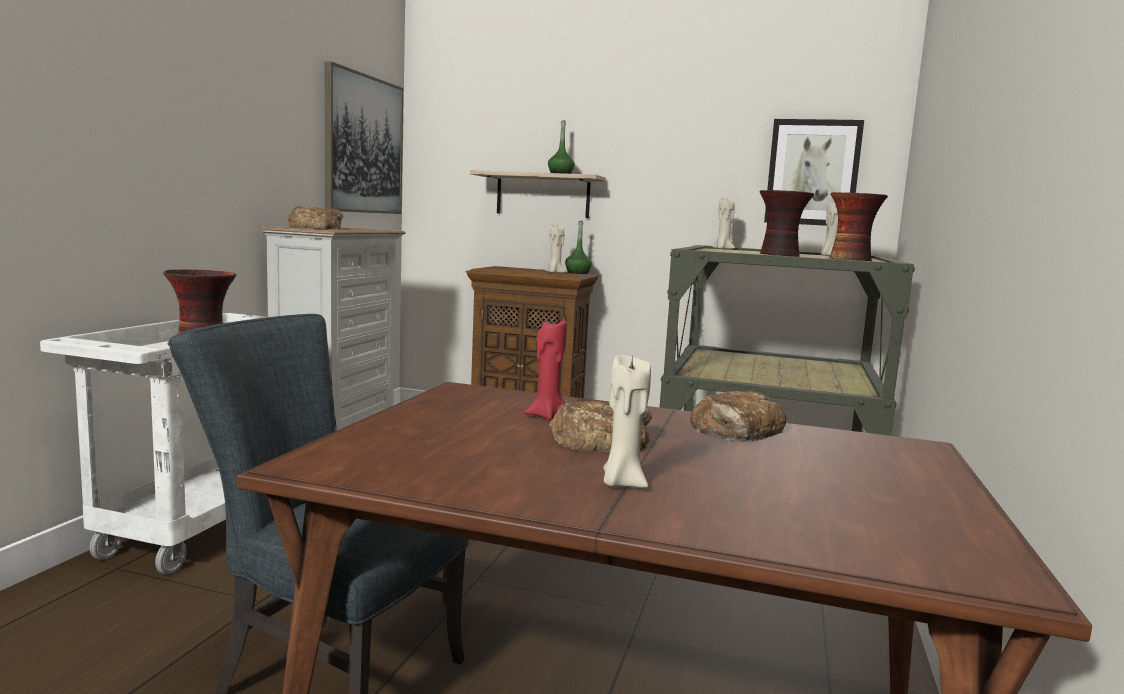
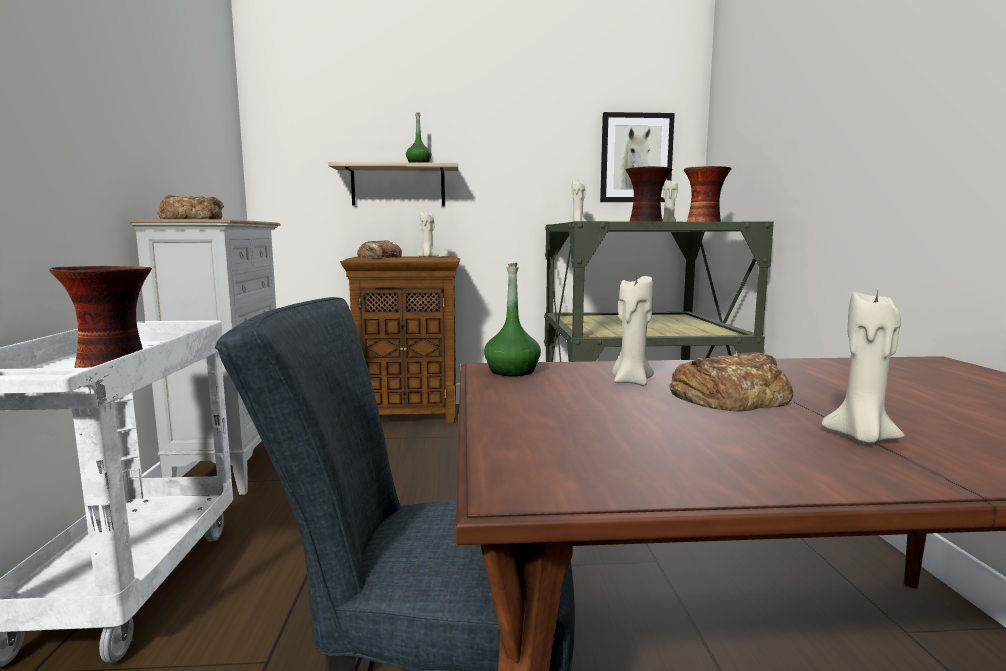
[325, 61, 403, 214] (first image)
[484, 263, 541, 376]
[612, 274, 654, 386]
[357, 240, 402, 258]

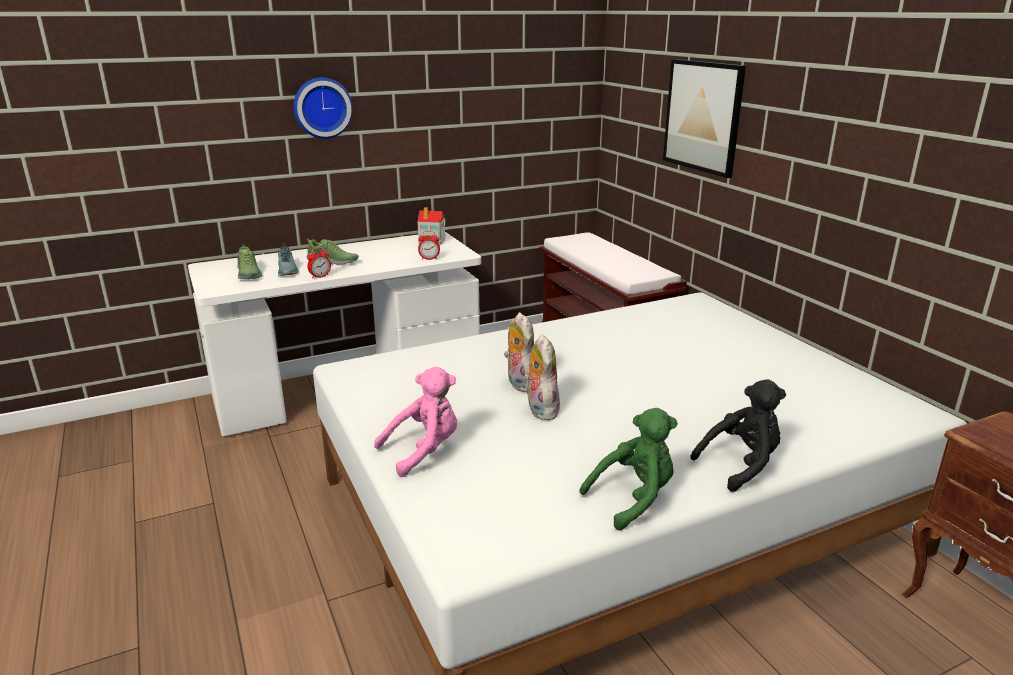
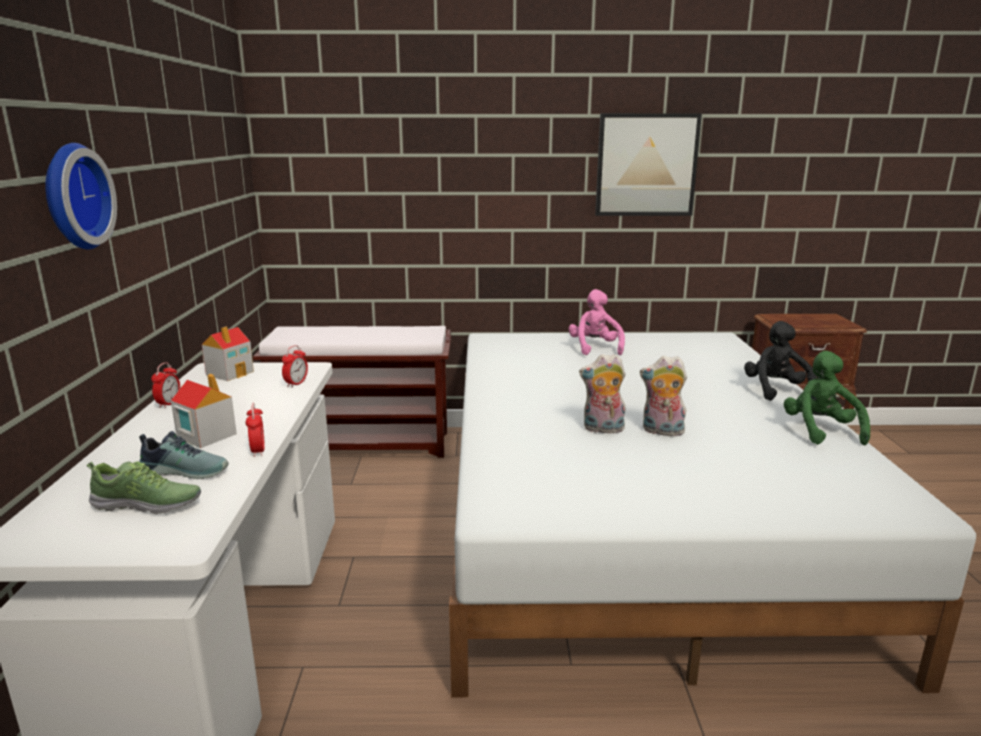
[595, 113, 702, 216]
[171, 374, 237, 448]
[569, 289, 625, 355]
[151, 362, 180, 408]

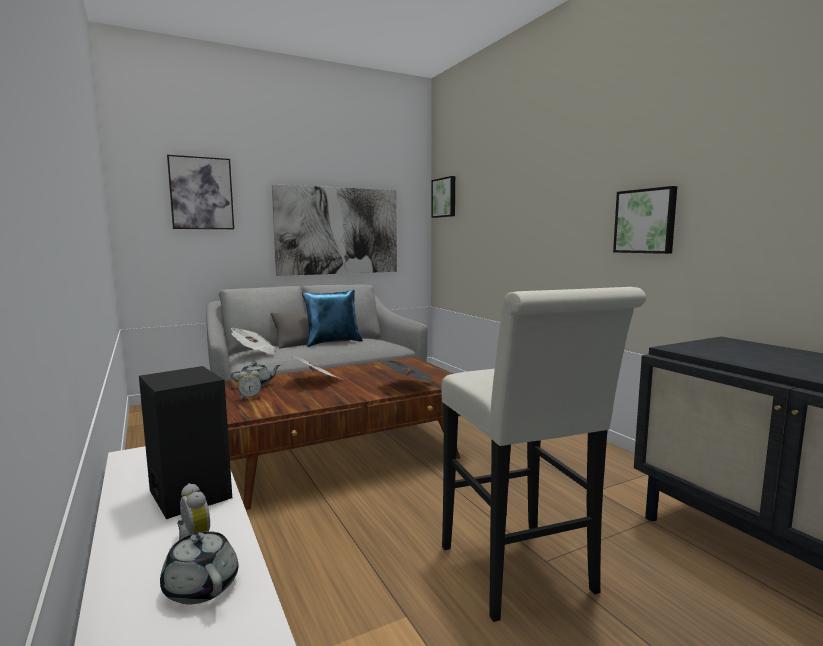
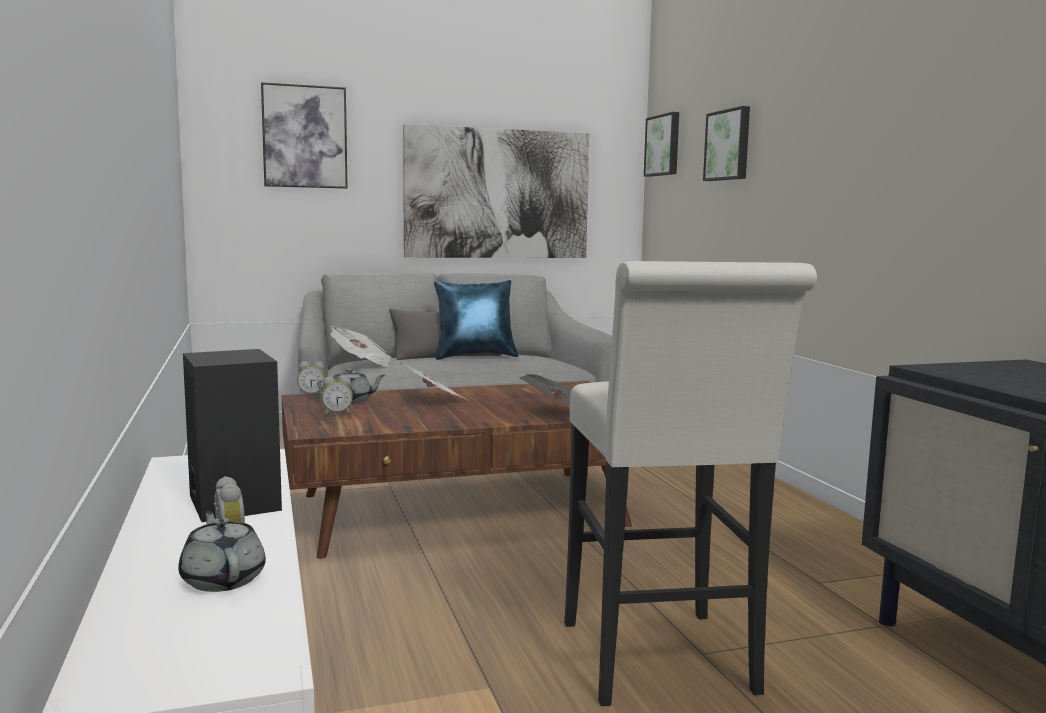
[703, 106, 750, 181]
[297, 361, 326, 397]

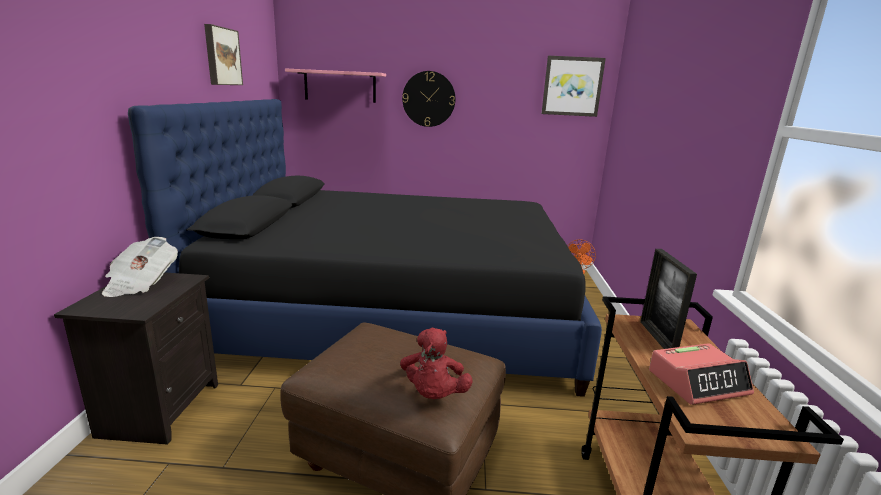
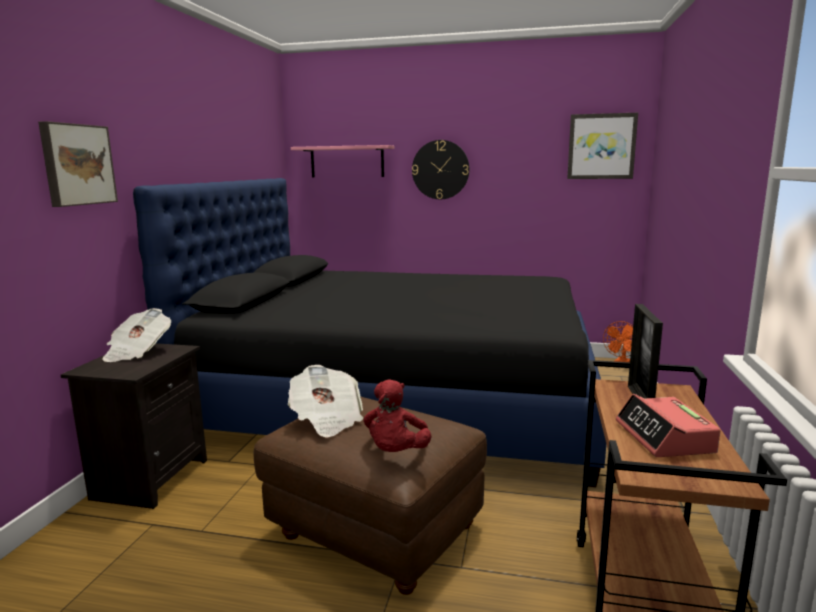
[38, 121, 118, 207]
[616, 394, 721, 457]
[287, 365, 363, 438]

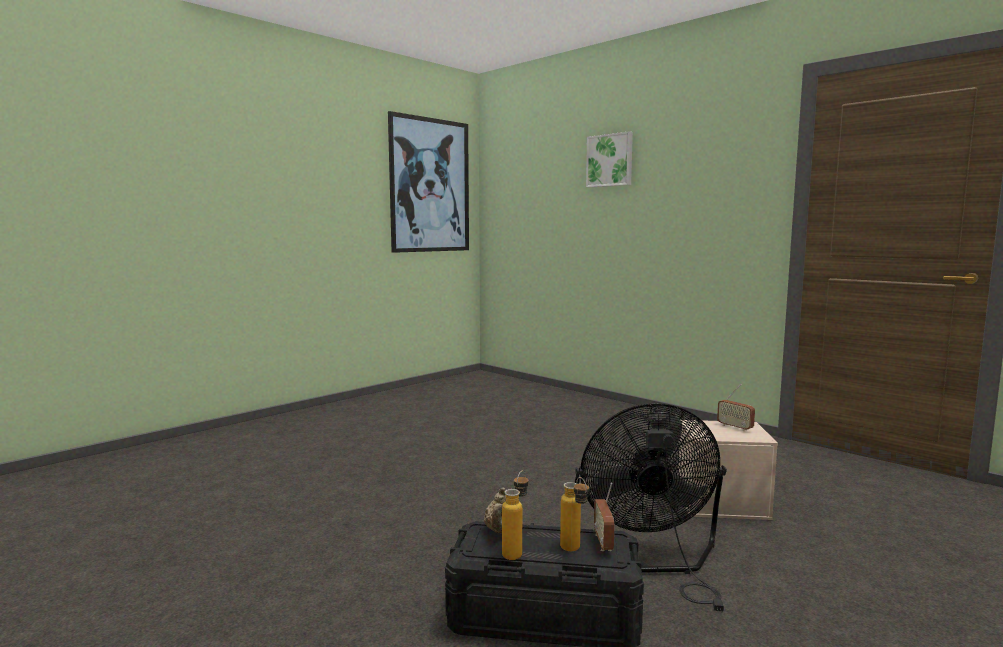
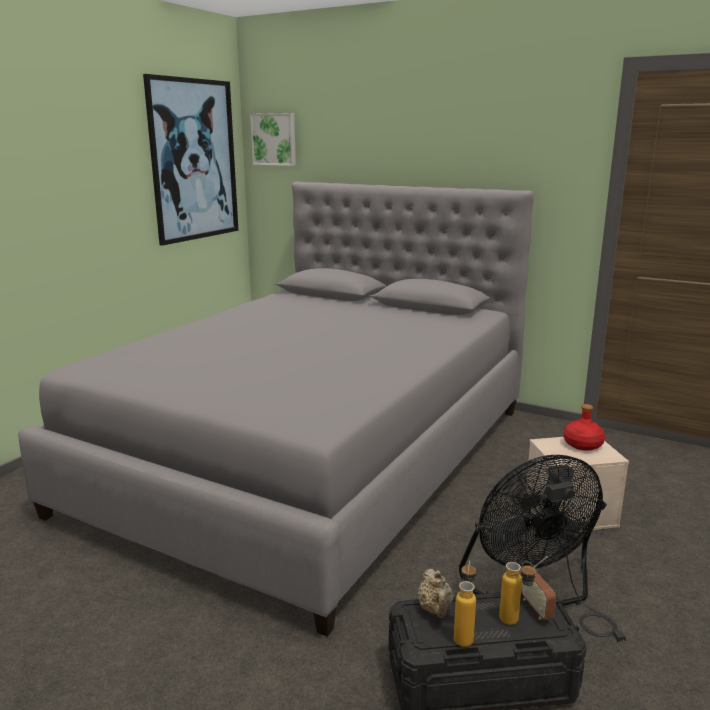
[250, 113, 296, 166]
[563, 404, 605, 451]
[18, 182, 534, 637]

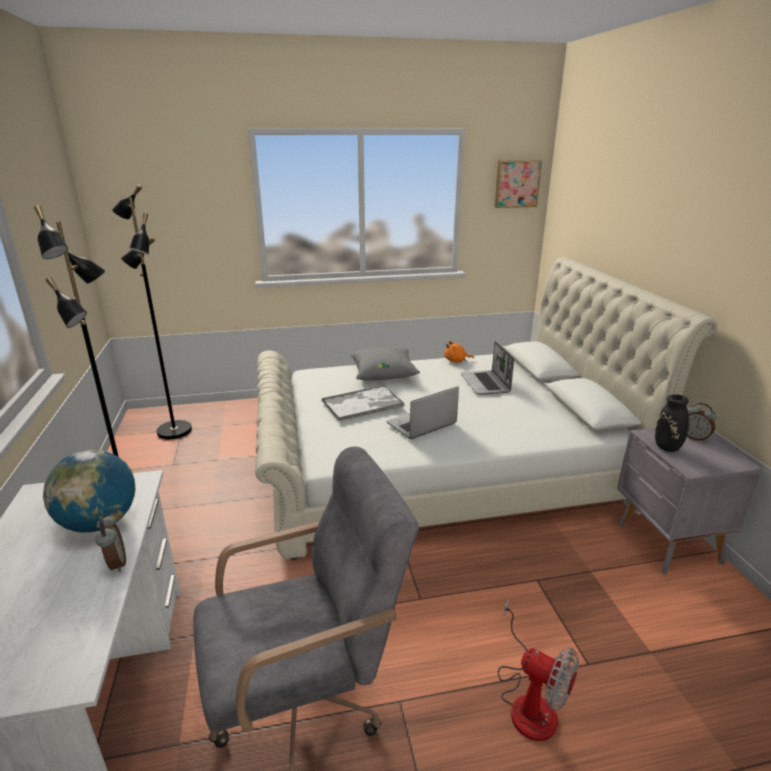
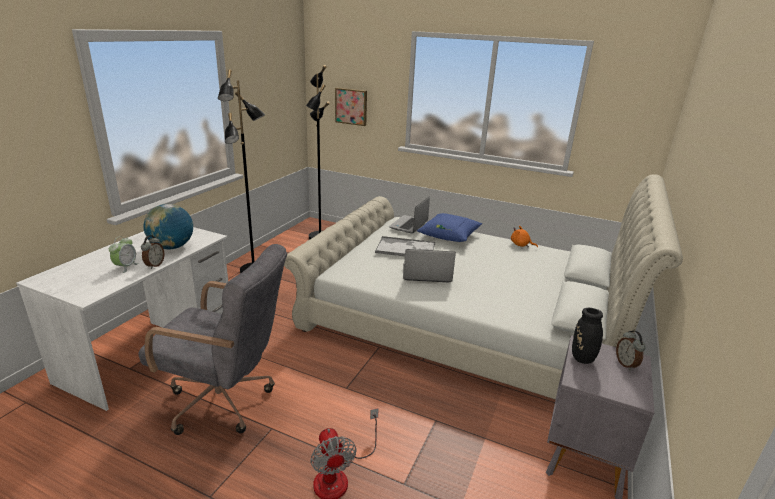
[335, 88, 367, 126]
[389, 196, 430, 234]
[417, 213, 482, 242]
[109, 236, 139, 273]

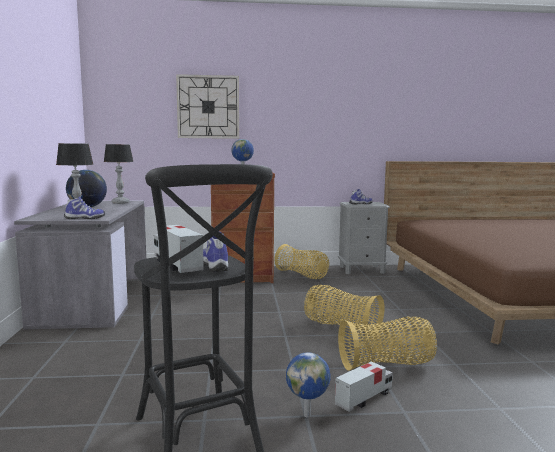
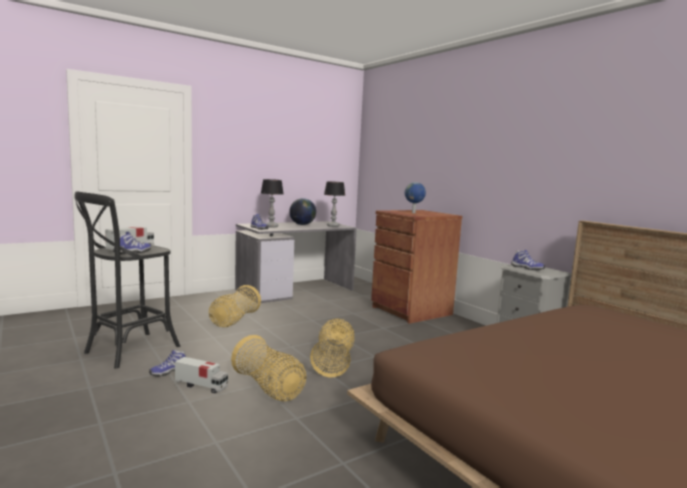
[176, 74, 239, 139] (first image)
[209, 285, 261, 327]
[149, 350, 186, 377]

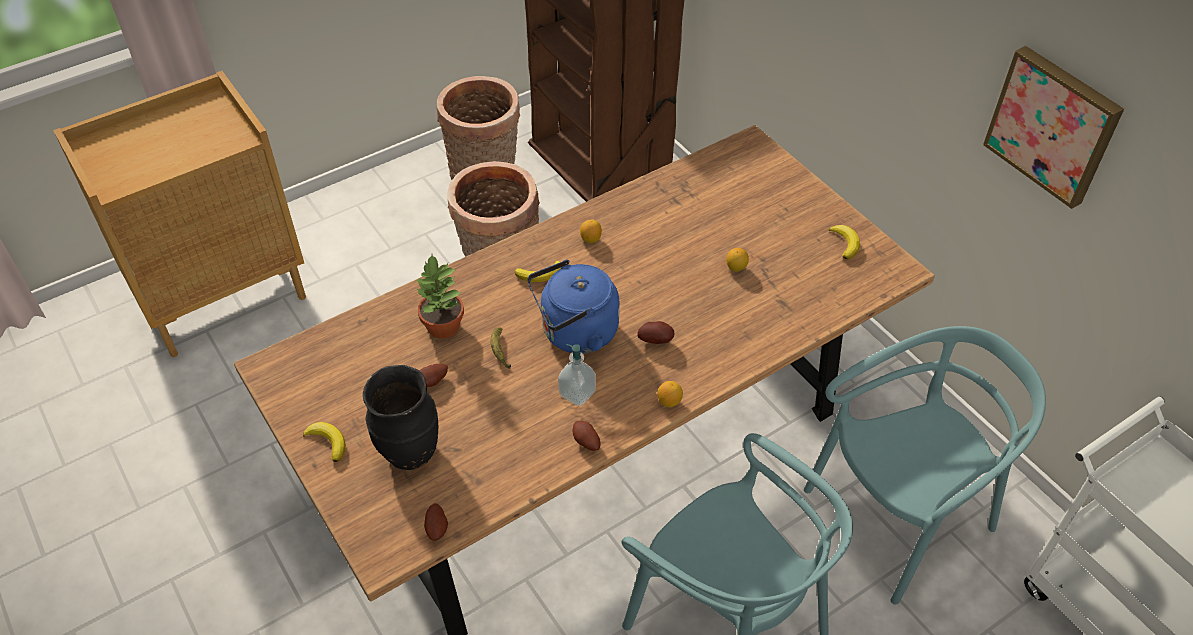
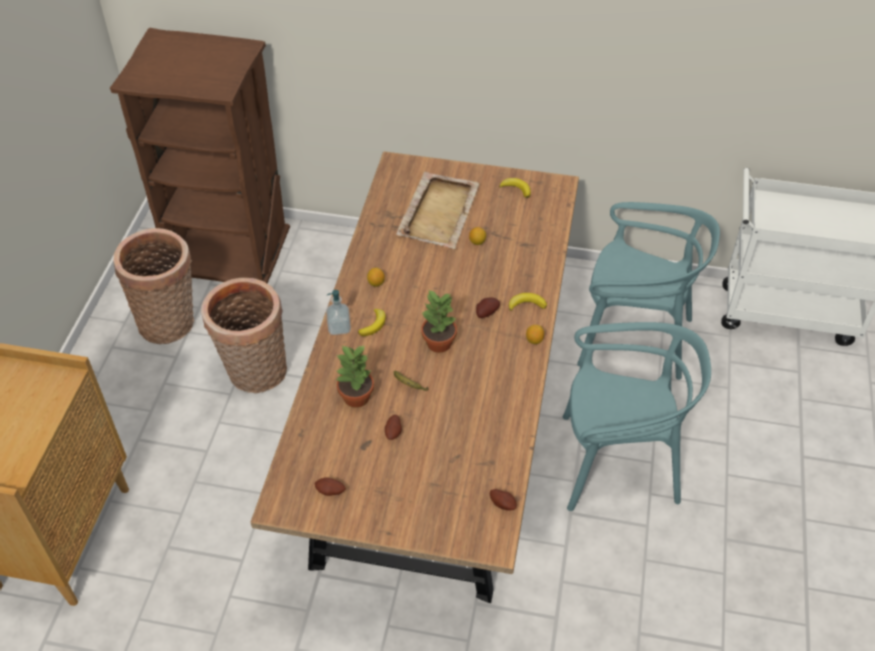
[983, 46, 1124, 209] (first image)
[421, 290, 457, 353]
[577, 202, 720, 380]
[326, 290, 351, 335]
[363, 365, 438, 470] (first image)
[315, 478, 346, 496]
[509, 293, 547, 311]
[396, 172, 480, 249]

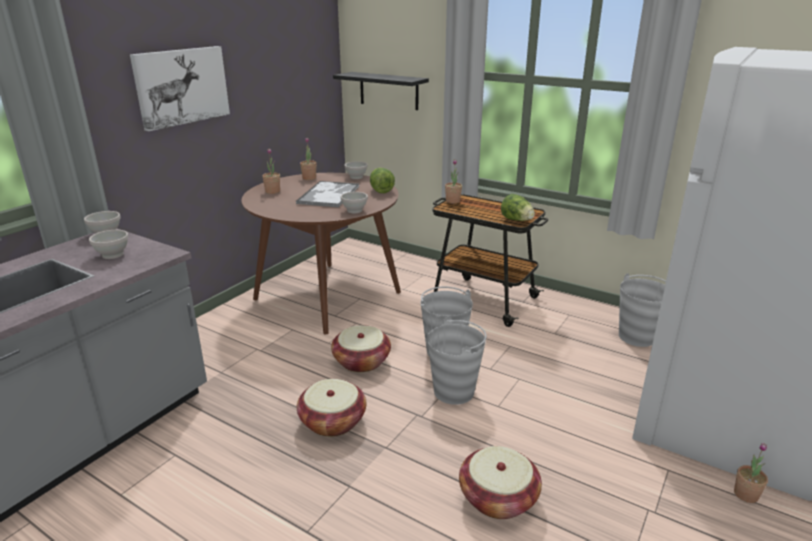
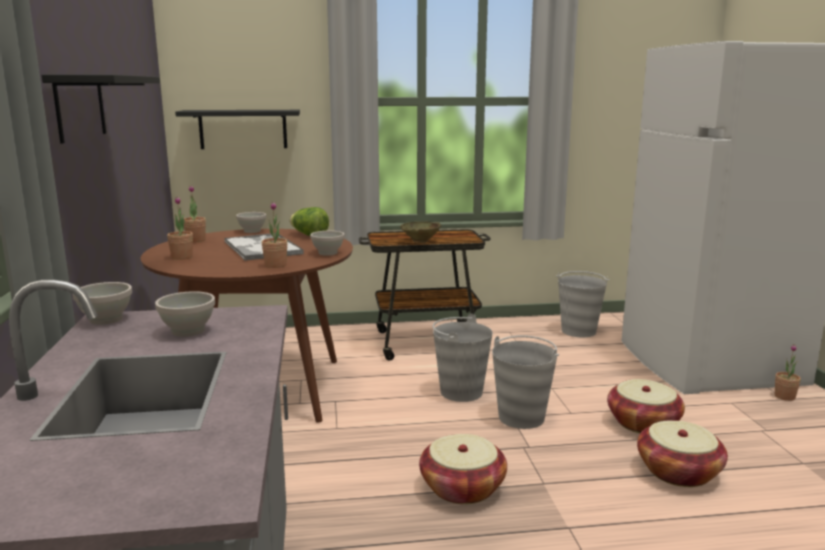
[41, 74, 160, 143]
[262, 202, 288, 268]
[501, 194, 535, 221] (first image)
[607, 379, 685, 434]
[400, 222, 441, 243]

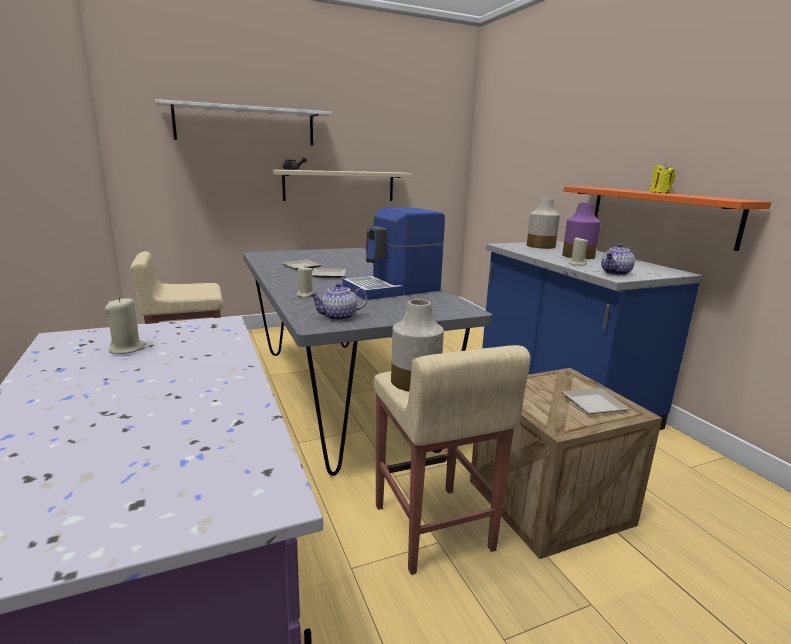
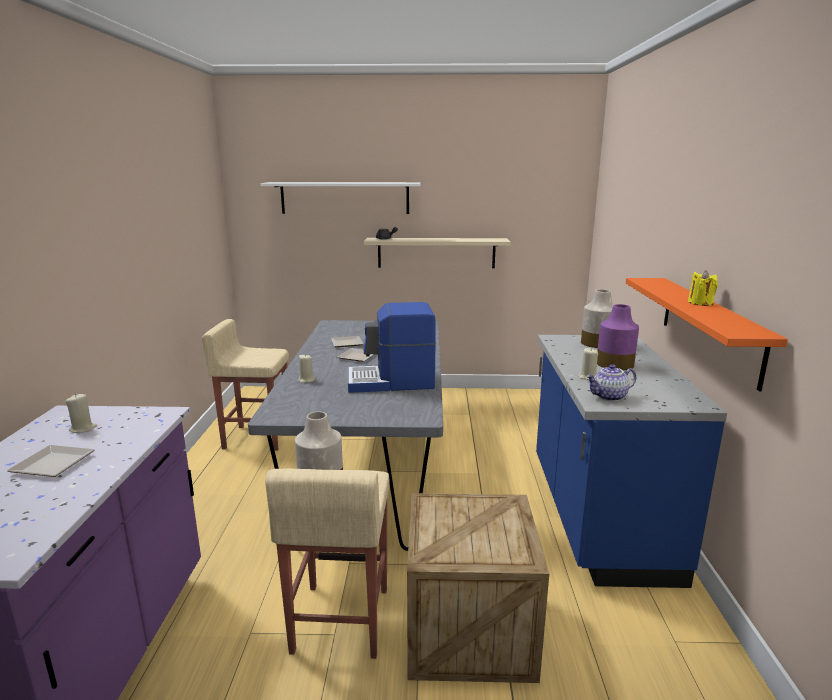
[309, 283, 368, 321] (first image)
[7, 445, 95, 477]

